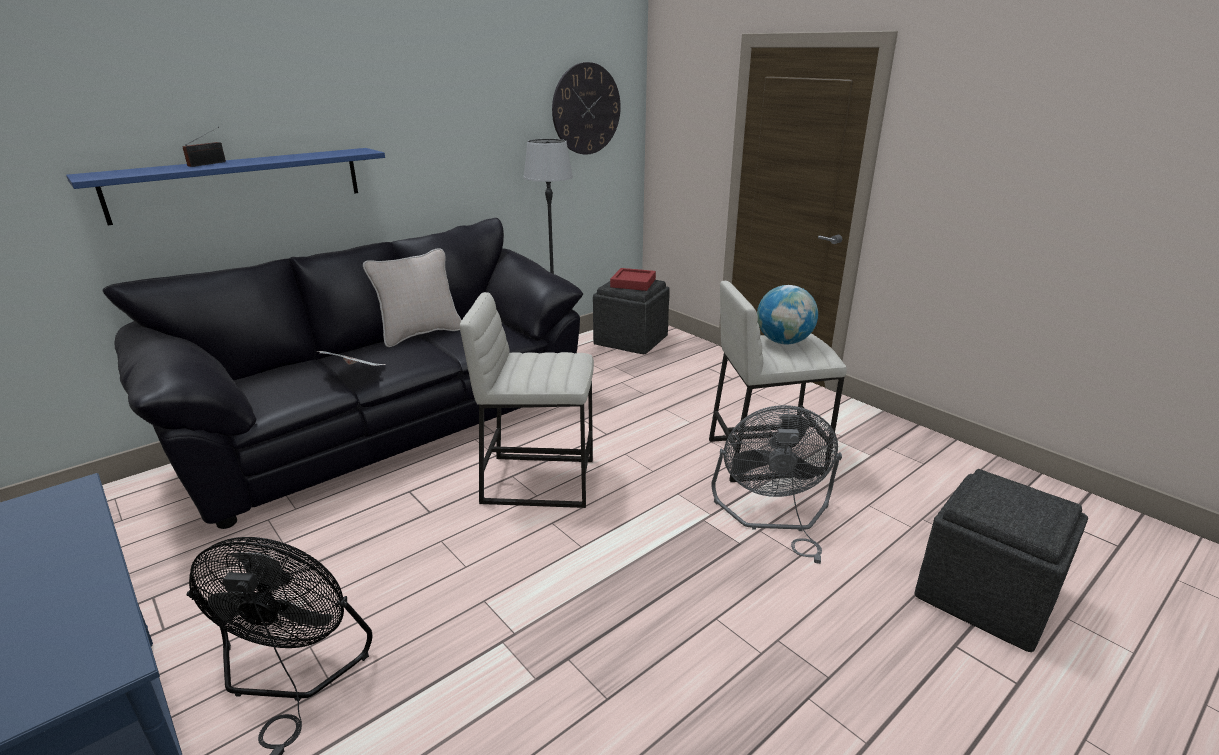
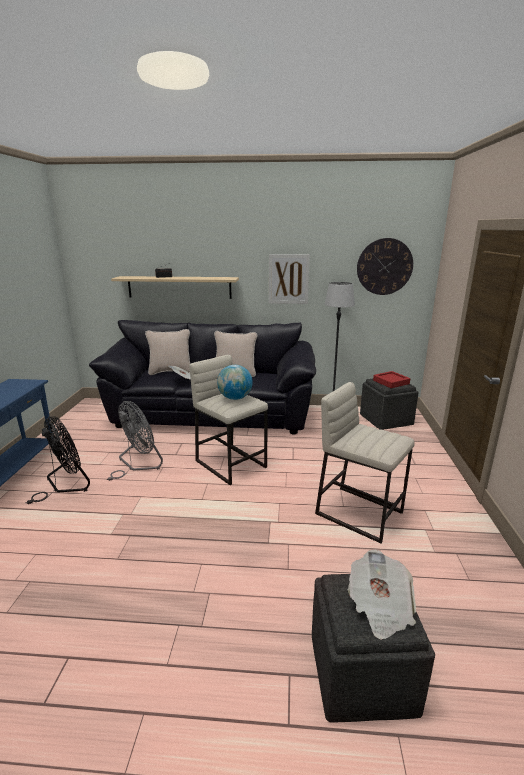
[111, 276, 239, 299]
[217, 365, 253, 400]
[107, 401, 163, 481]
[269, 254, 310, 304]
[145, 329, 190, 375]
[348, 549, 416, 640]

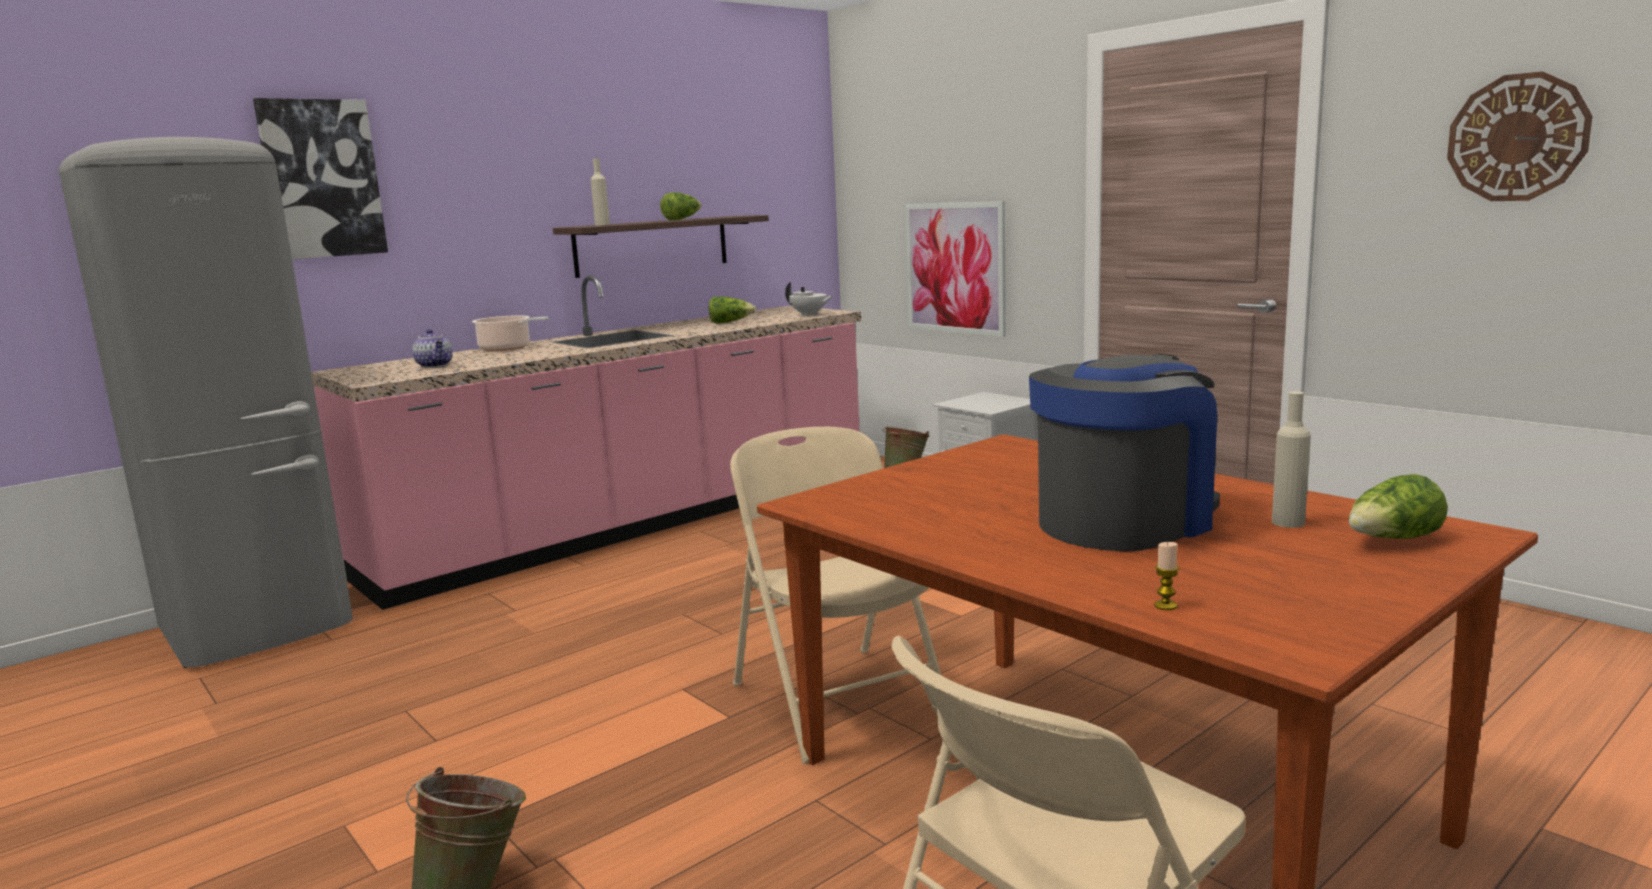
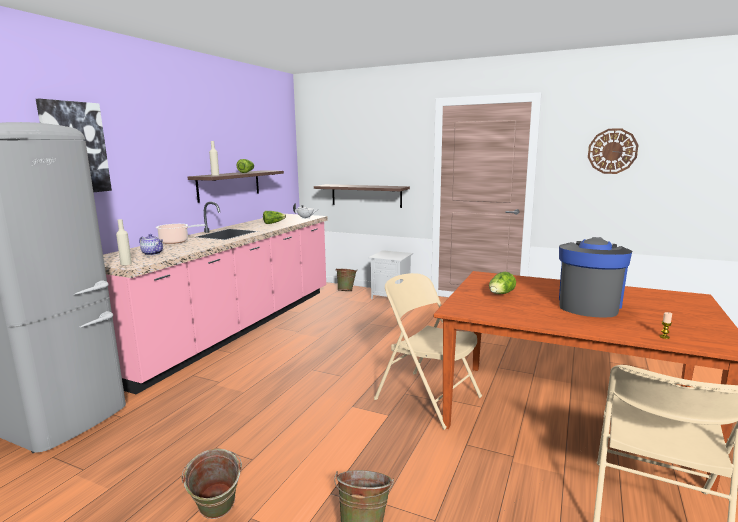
[314, 184, 410, 208]
[116, 219, 132, 265]
[489, 272, 516, 294]
[181, 449, 242, 519]

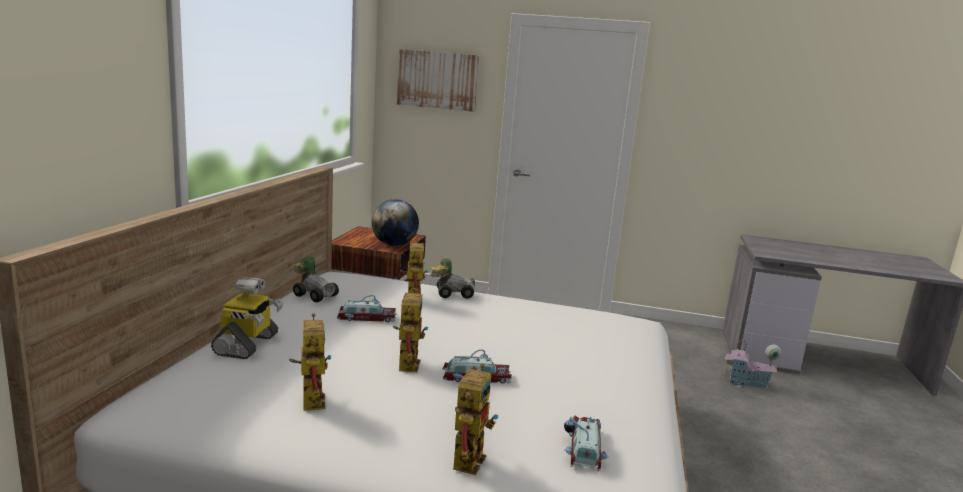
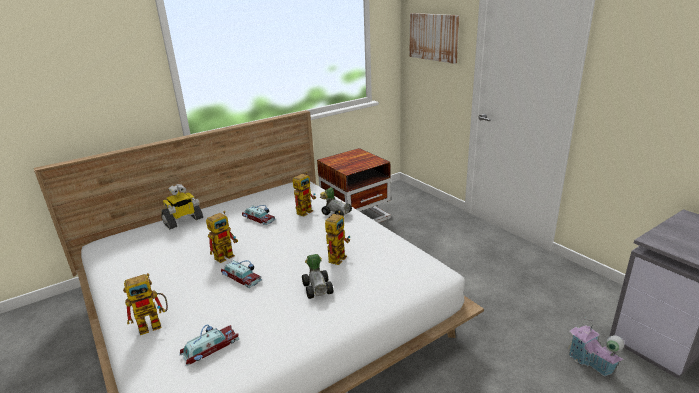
[372, 199, 419, 246] (first image)
[302, 254, 333, 299]
[325, 211, 350, 265]

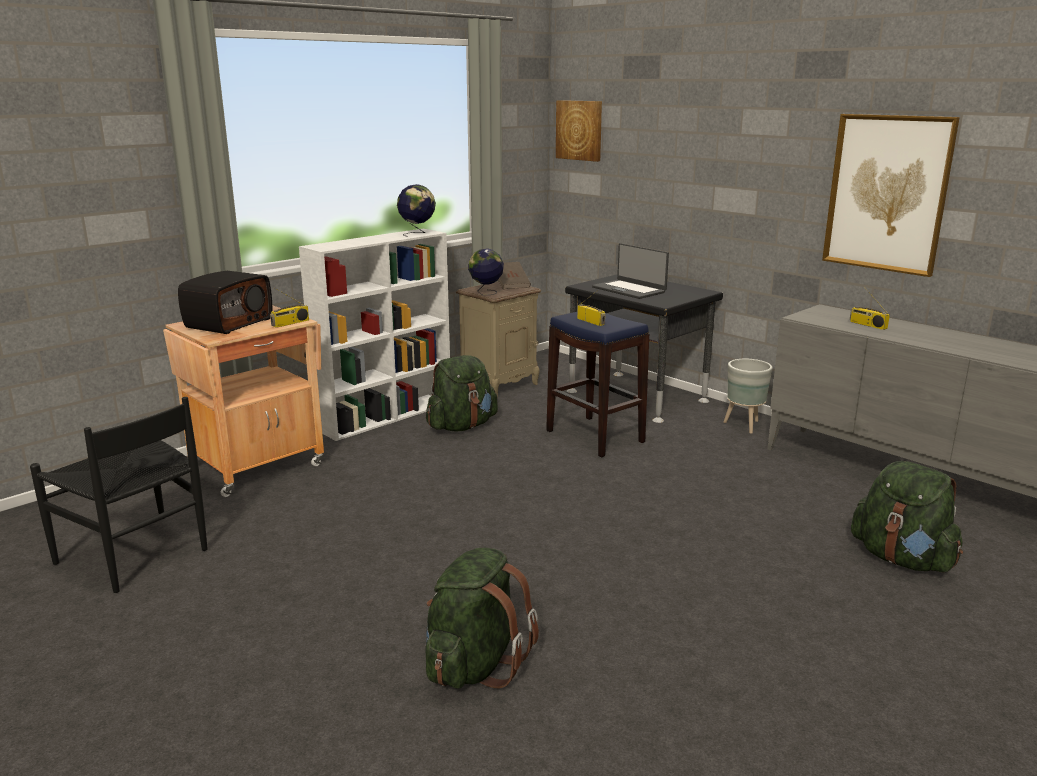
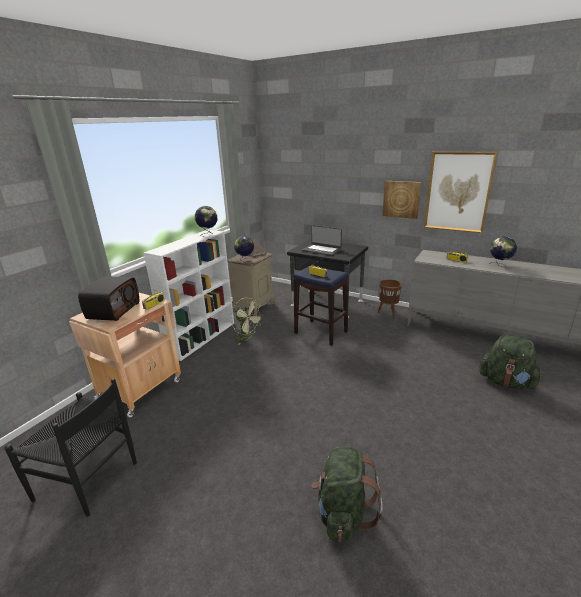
[382, 181, 421, 219]
[231, 298, 261, 345]
[378, 279, 402, 317]
[489, 236, 517, 267]

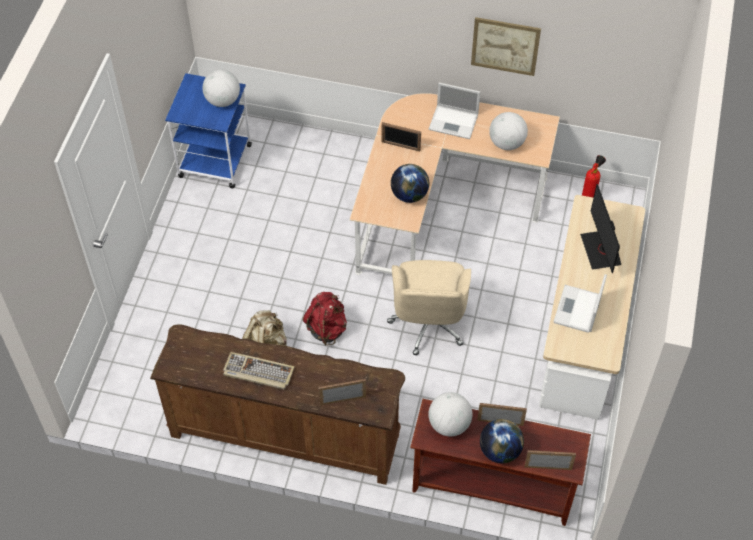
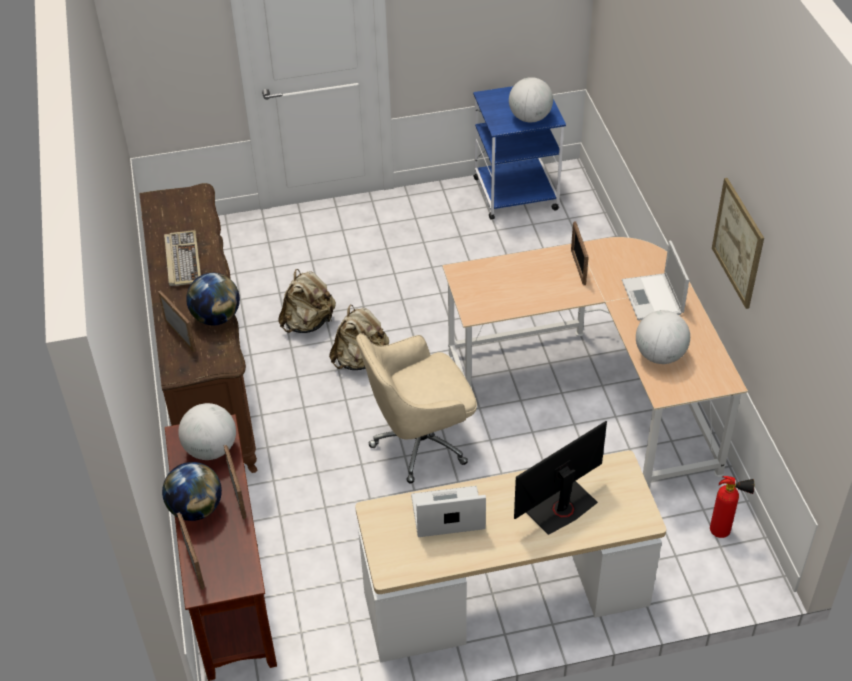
[186, 273, 240, 325]
[329, 305, 389, 370]

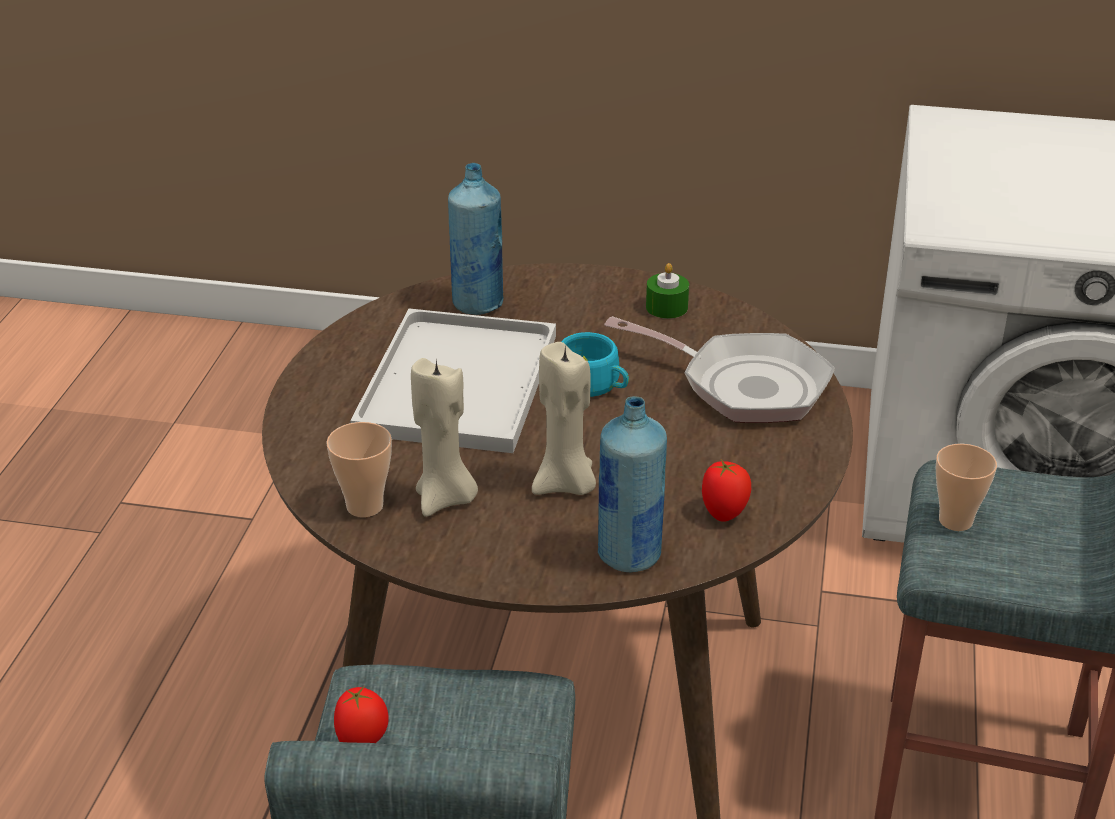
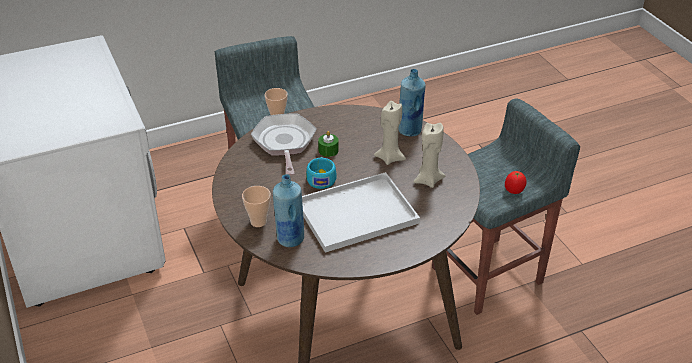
[318, 131, 339, 157]
[242, 186, 271, 227]
[702, 460, 751, 522] (first image)

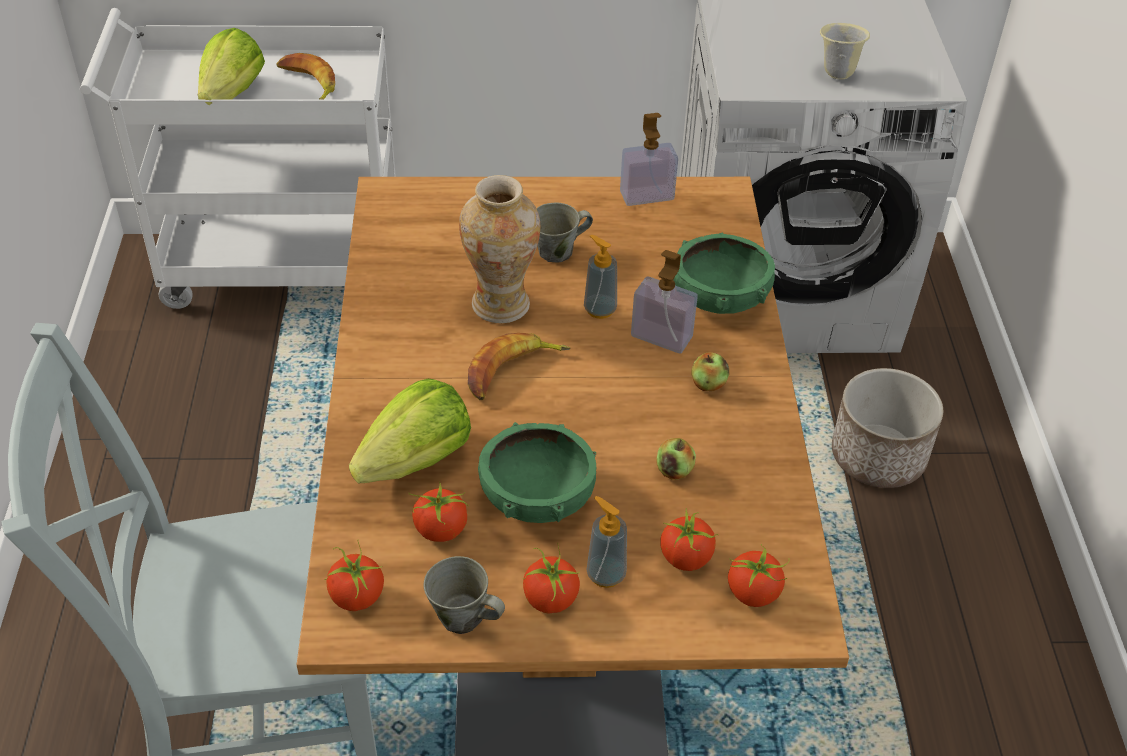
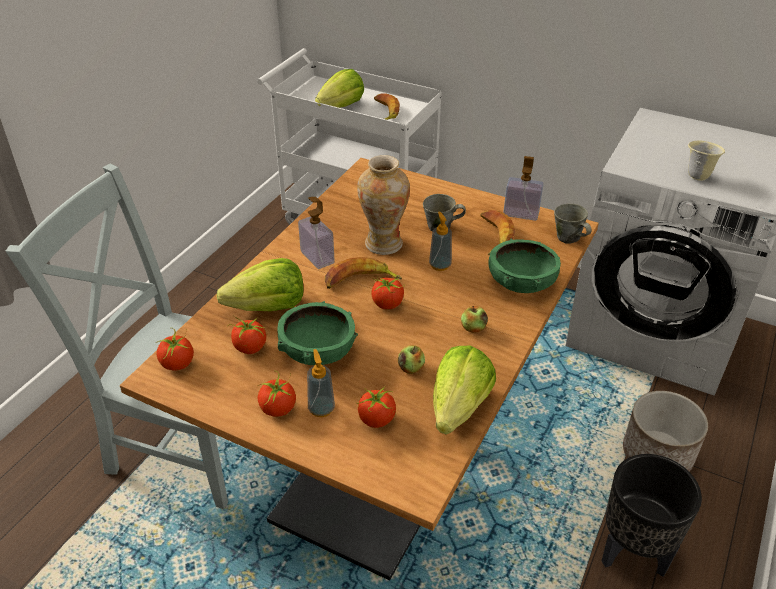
[298, 197, 335, 269]
[371, 276, 405, 309]
[554, 204, 592, 244]
[481, 210, 515, 255]
[433, 346, 496, 434]
[602, 454, 702, 577]

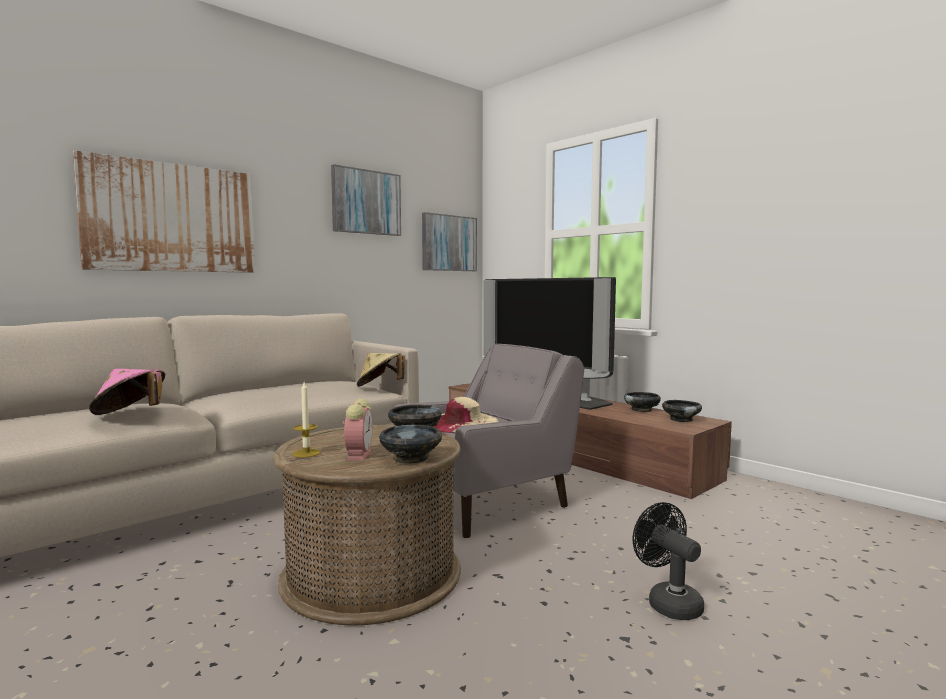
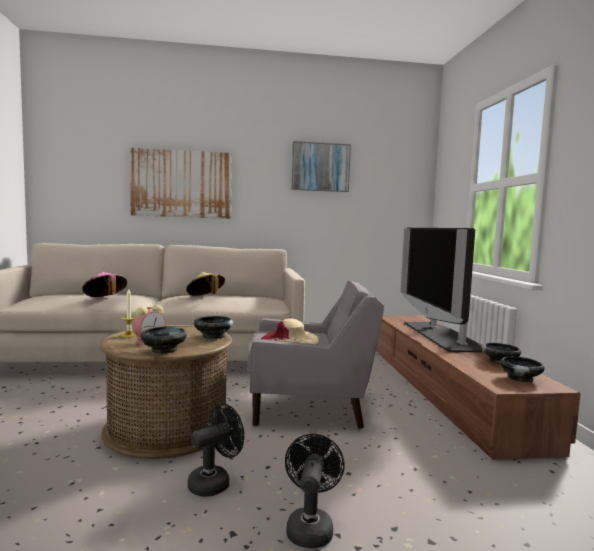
[422, 212, 477, 271] (first image)
[186, 272, 225, 296]
[188, 404, 244, 497]

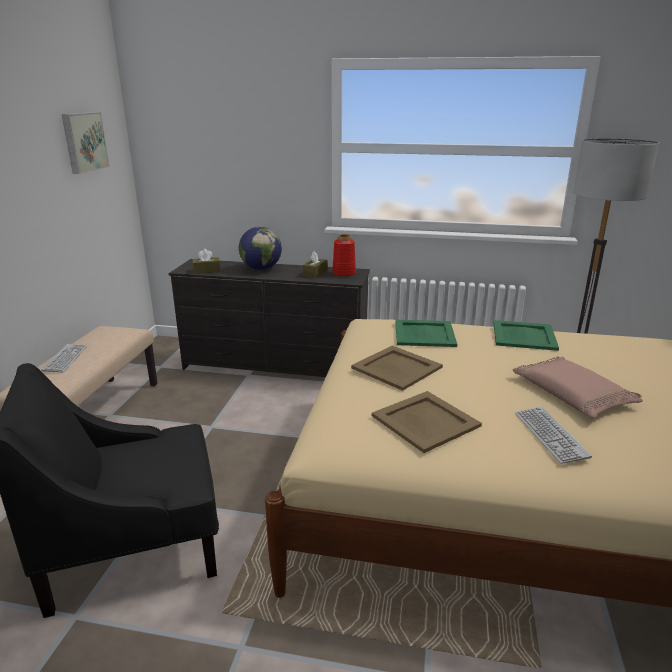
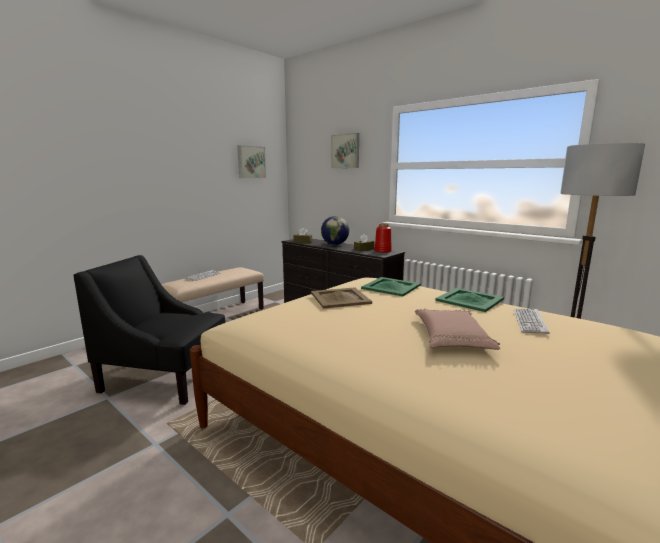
[372, 391, 482, 453] (first image)
[514, 309, 549, 334]
[331, 133, 359, 168]

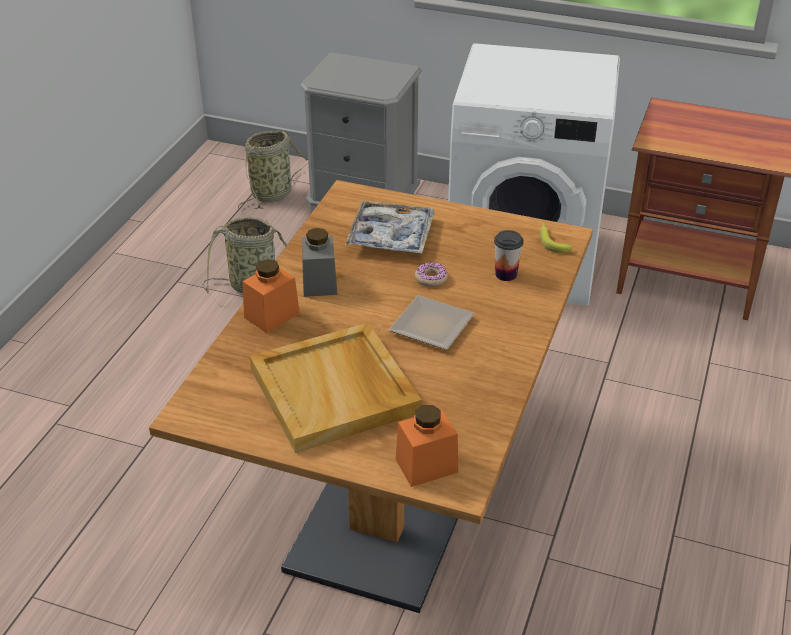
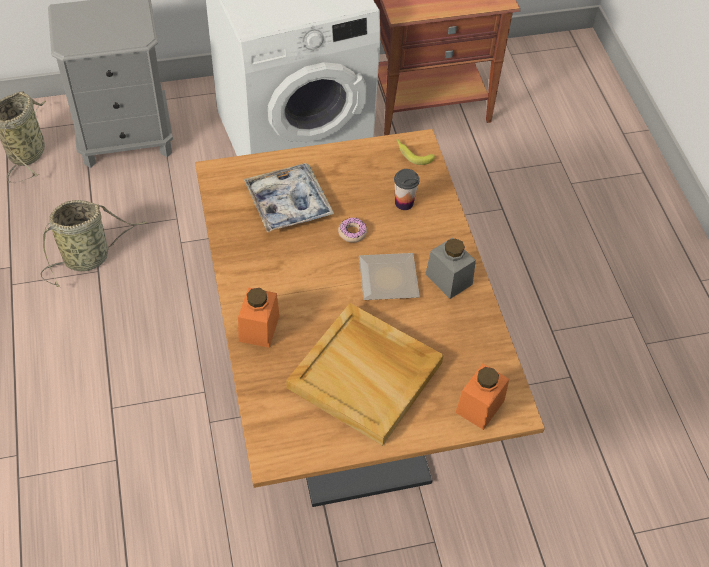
[425, 238, 476, 299]

